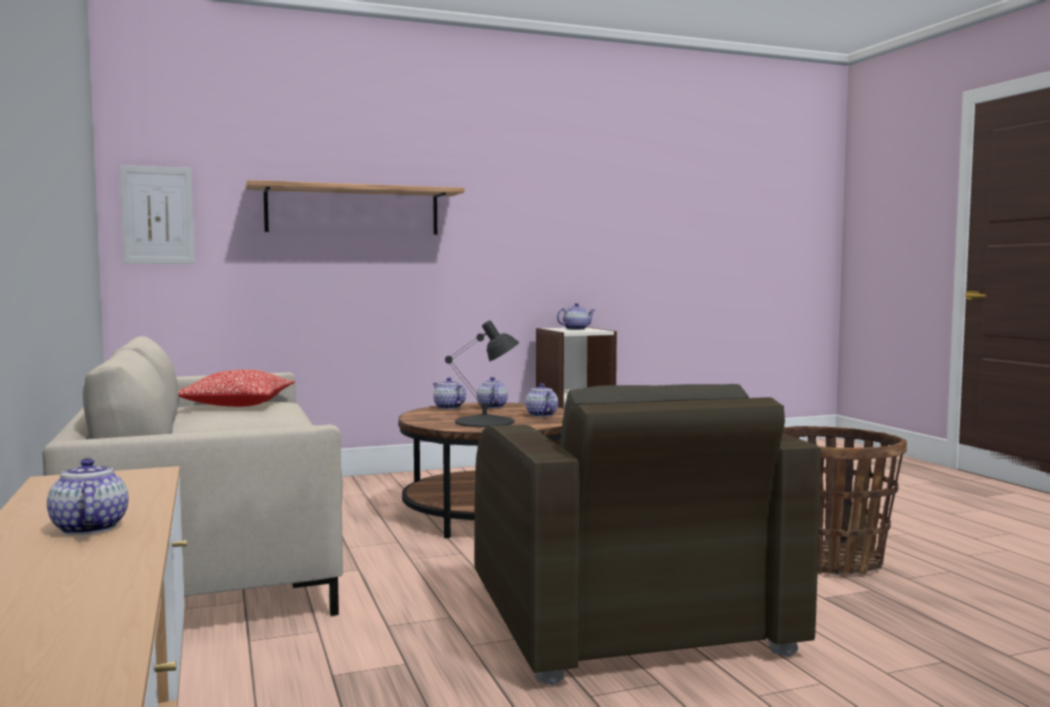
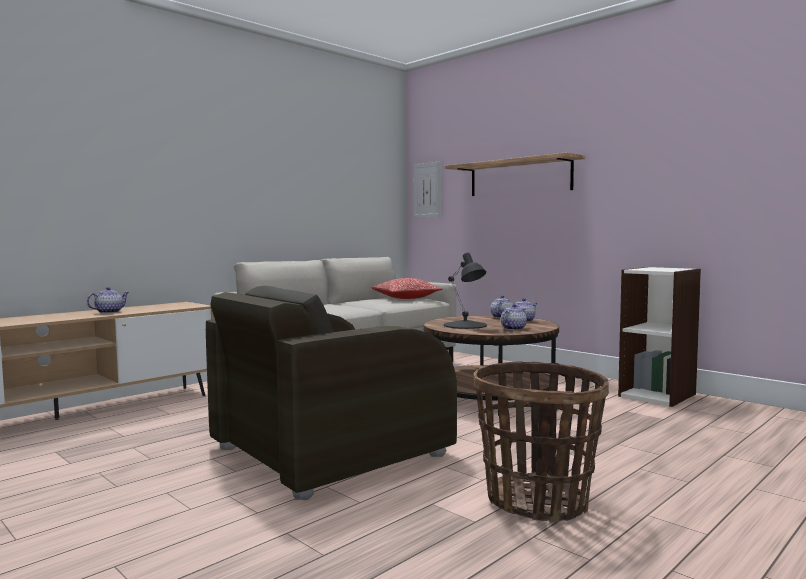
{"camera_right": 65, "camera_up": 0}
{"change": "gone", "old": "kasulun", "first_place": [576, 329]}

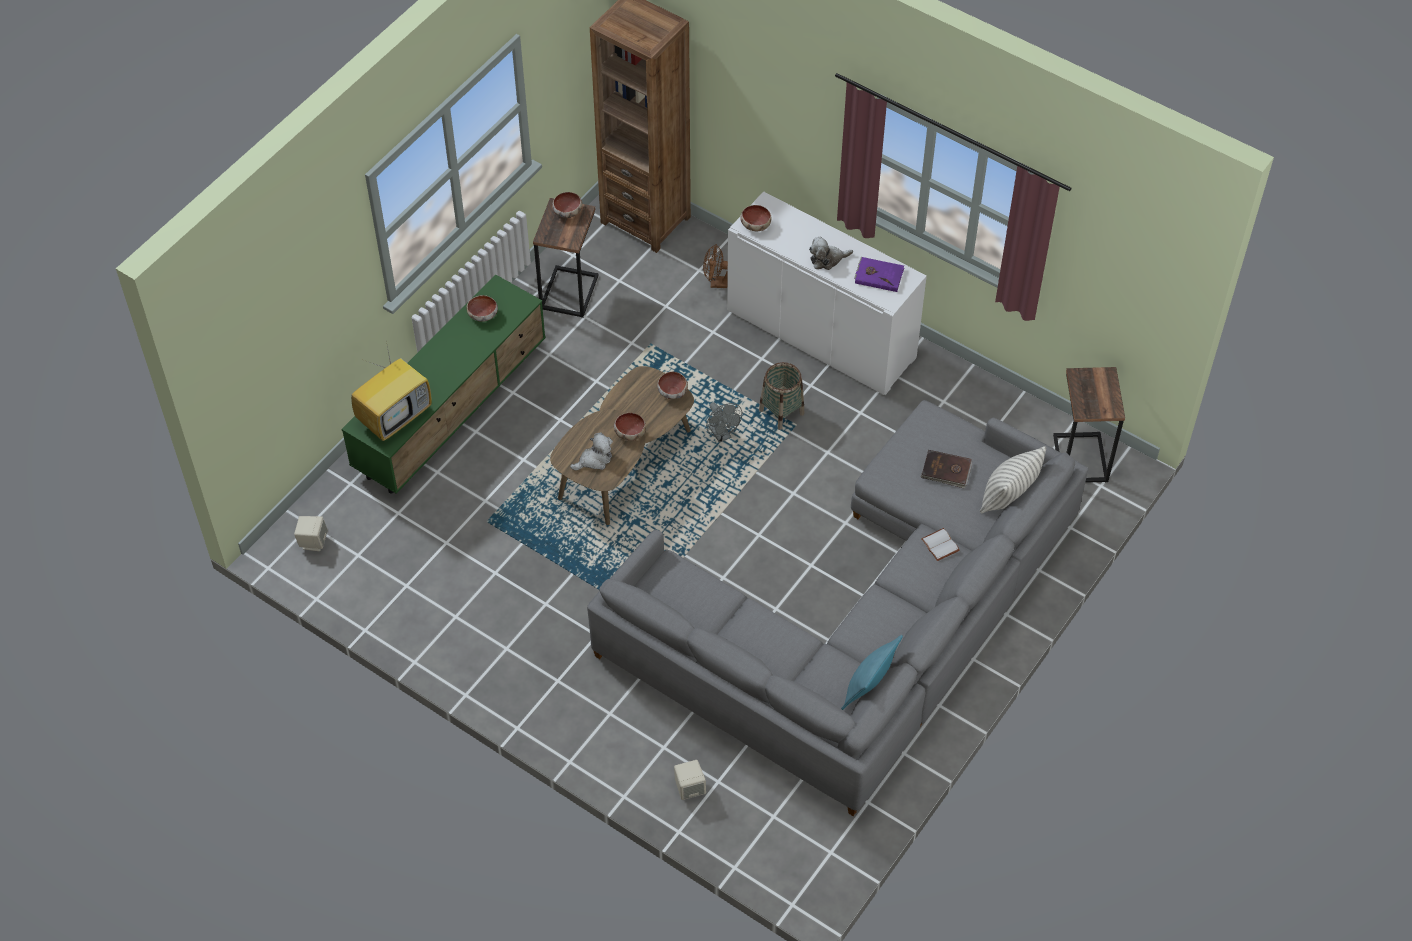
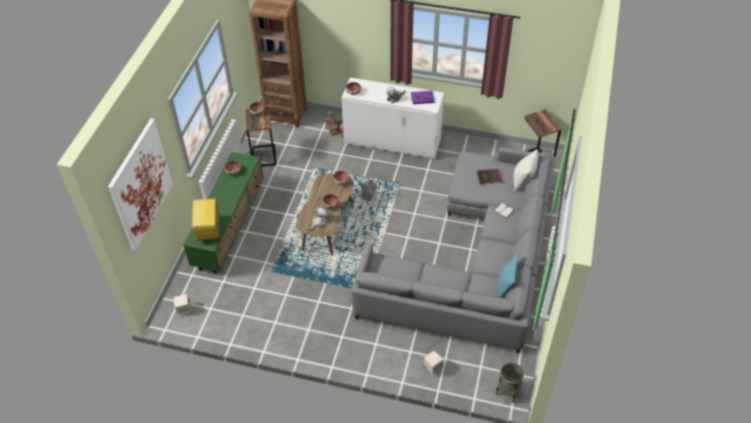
{"camera_right": -20, "camera_up": -5}
{"change": "new", "new": "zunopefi", "second_place": [140, 184]}
{"change": "shifted", "old": "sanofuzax", "first_place": [781, 412], "second_place": [508, 390]}
{"change": "rotated", "old": "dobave", "first_place": [395, 416], "second_place": [209, 230], "degrees": 150}

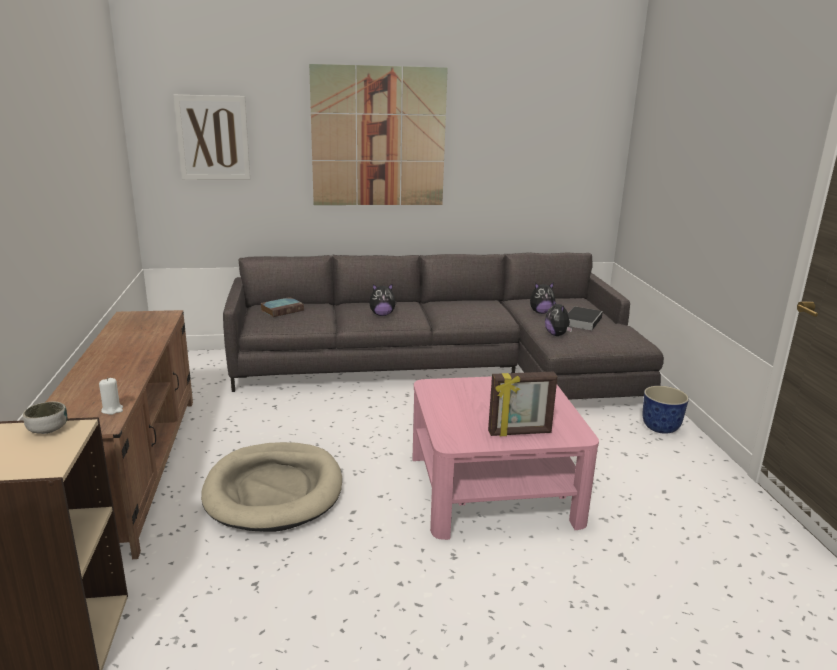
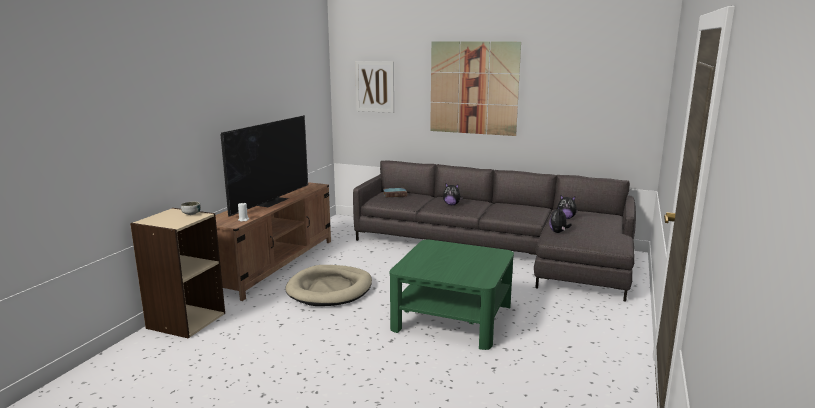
{"camera_right": 30, "camera_up": -5}
{"change": "gone", "old": "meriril", "first_place": [519, 433]}
{"change": "gone", "old": "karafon", "first_place": [582, 321]}
{"change": "gone", "old": "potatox", "first_place": [661, 428]}
{"change": "new", "new": "dobave", "second_place": [271, 201]}
{"change": "repainted", "old": "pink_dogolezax", "new": "green_dogolezax", "first_place": [494, 487], "second_place": [453, 317]}

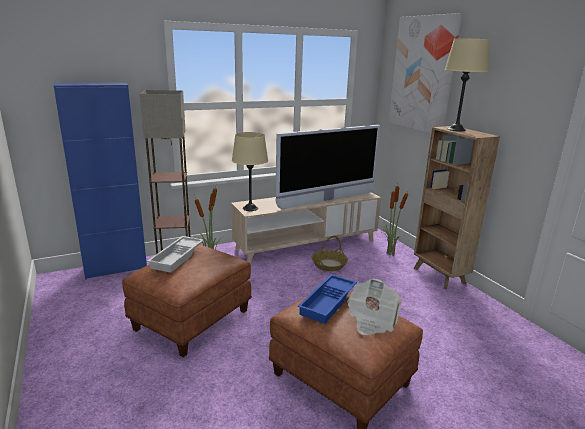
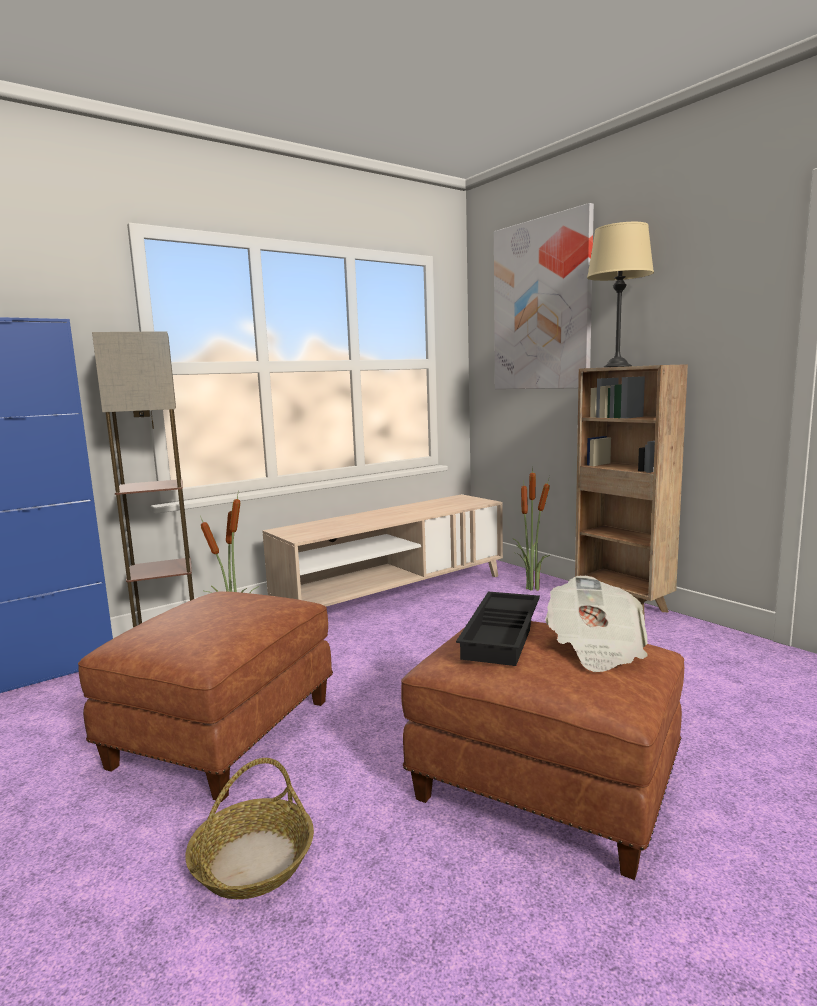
{"camera_right": -10, "camera_up": -10}
{"change": "gone", "old": "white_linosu", "first_place": [178, 257]}
{"change": "gone", "old": "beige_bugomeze", "first_place": [250, 208]}
{"change": "gone", "old": "dobave", "first_place": [327, 200]}
{"change": "shifted", "old": "sanofuzax", "first_place": [329, 264], "second_place": [253, 861]}
{"change": "repainted", "old": "blue_linosu", "new": "black_linosu", "first_place": [328, 302], "second_place": [503, 635]}

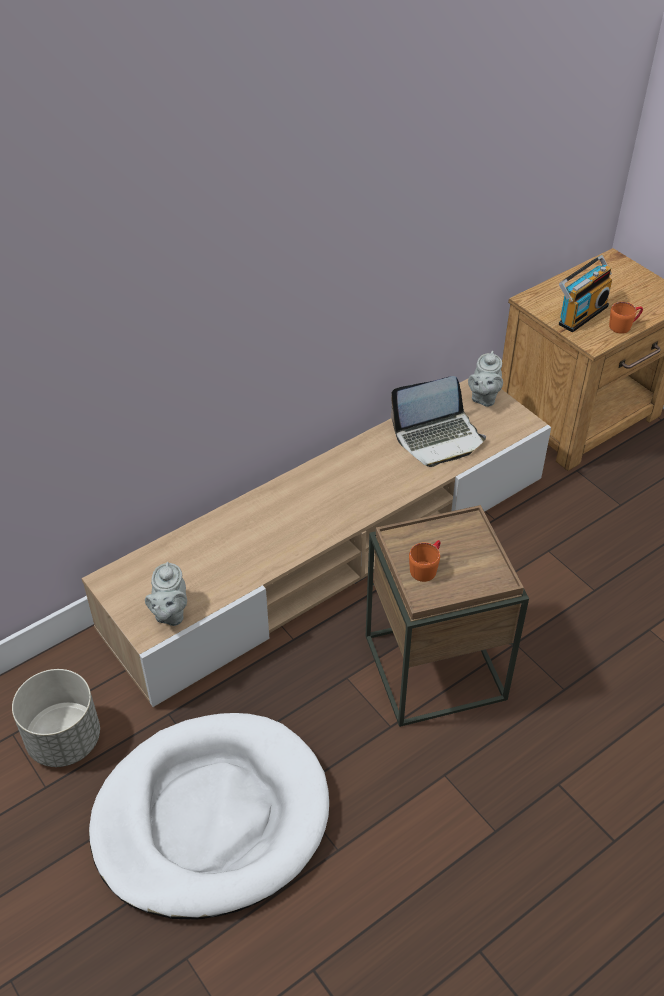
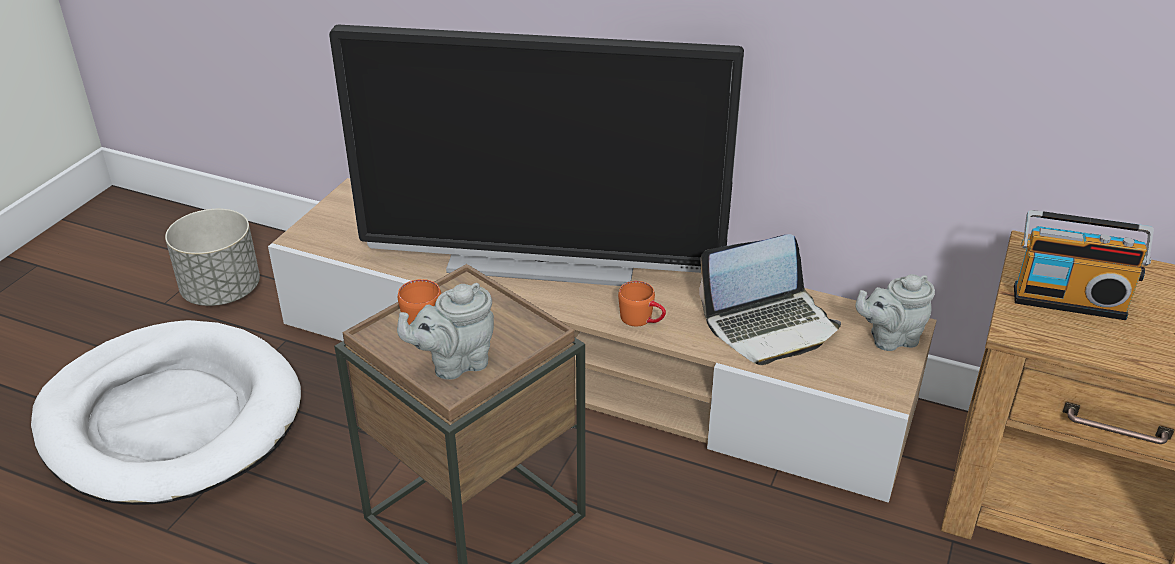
{"camera_right": 60, "camera_up": -10}
{"change": "new", "new": "dobave", "second_place": [542, 262]}
{"change": "shifted", "old": "grey_kasulun", "first_place": [170, 614], "second_place": [455, 363]}
{"change": "shifted", "old": "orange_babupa", "first_place": [624, 325], "second_place": [642, 320]}
{"change": "rotated", "old": "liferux", "first_place": [438, 438], "second_place": [770, 326], "degrees": -60}

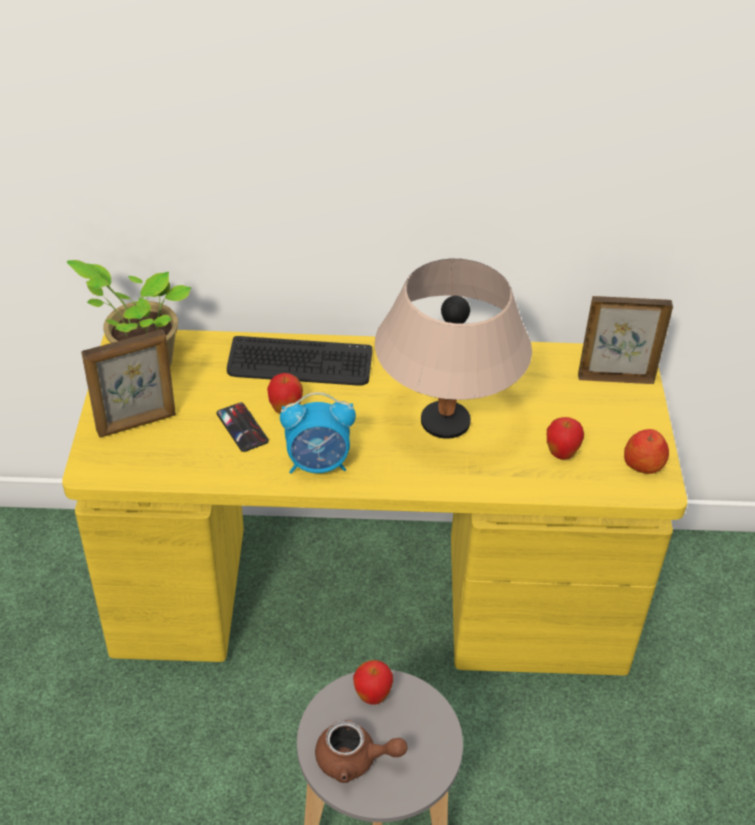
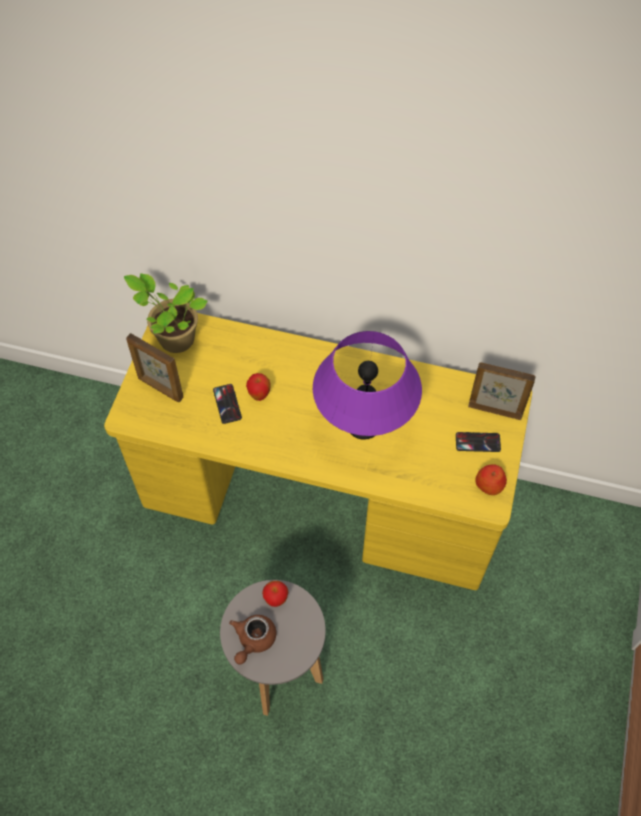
{"camera_right": 15, "camera_up": 15}
{"change": "gone", "old": "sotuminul", "first_place": [300, 363]}
{"change": "gone", "old": "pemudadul", "first_place": [318, 464]}
{"change": "gone", "old": "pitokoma", "first_place": [561, 454]}
{"change": "new", "new": "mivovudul", "second_place": [478, 442]}
{"change": "repainted", "old": "beige_bugomeze", "new": "purple_bugomeze", "first_place": [445, 422], "second_place": [363, 425]}
{"change": "rotated", "old": "meriril", "first_place": [137, 424], "second_place": [160, 388], "degrees": 45}
{"change": "rotated", "old": "brown_kasulun", "first_place": [354, 760], "second_place": [253, 640], "degrees": 90}

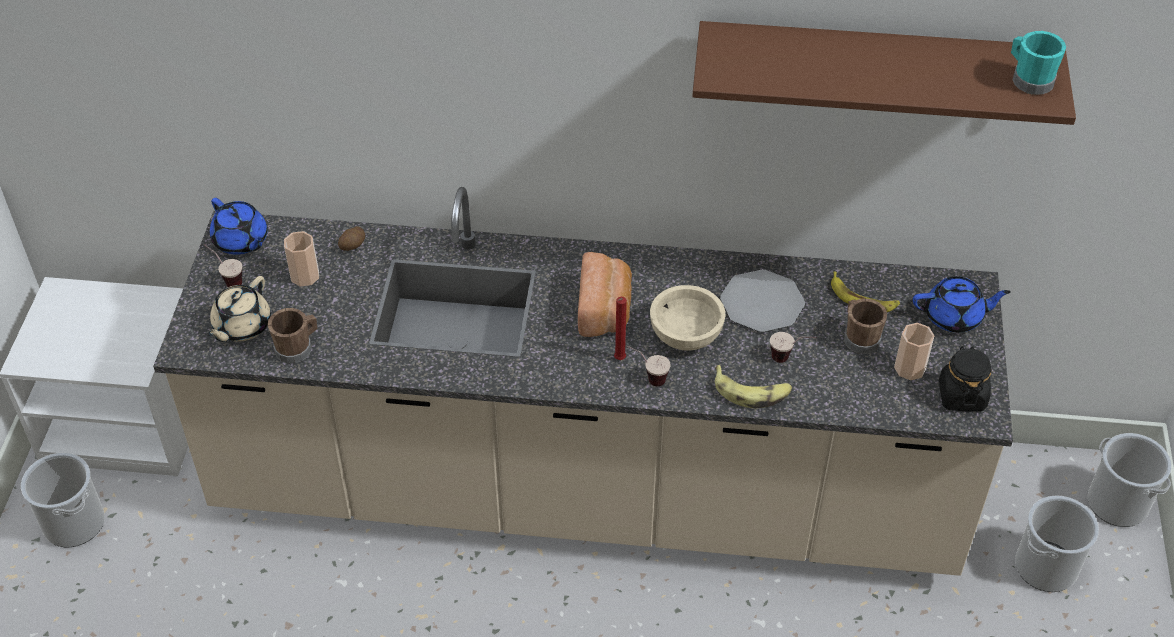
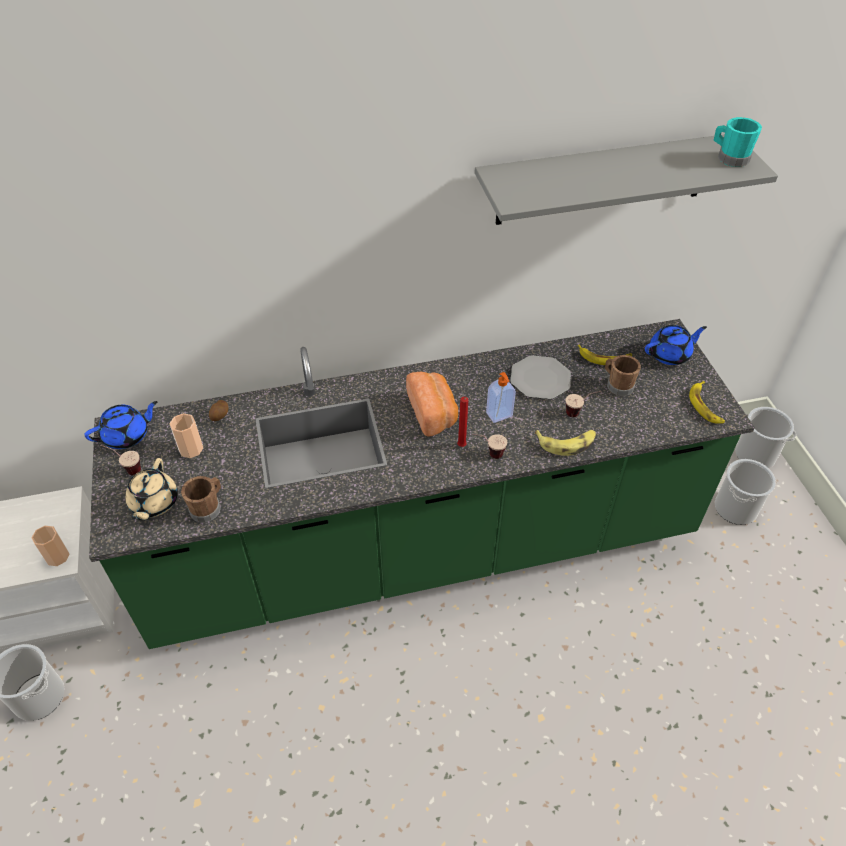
{"camera_right": -20, "camera_up": 0}
{"change": "shifted", "old": "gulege", "first_place": [909, 368], "second_place": [57, 556]}
{"change": "swapped", "old": "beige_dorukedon", "new": "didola", "first_place": [686, 334], "second_place": [499, 415]}
{"change": "swapped", "old": "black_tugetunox", "new": "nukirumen", "first_place": [961, 395], "second_place": [705, 406]}
{"change": "repainted", "old": "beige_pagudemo", "new": "green_pagudemo", "first_place": [587, 488], "second_place": [423, 547]}
{"change": "repainted", "old": "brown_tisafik", "new": "grey_tisafik", "first_place": [874, 68], "second_place": [603, 180]}
{"change": "rotated", "old": "blue_kasulun", "first_place": [241, 241], "second_place": [127, 435], "degrees": -60}

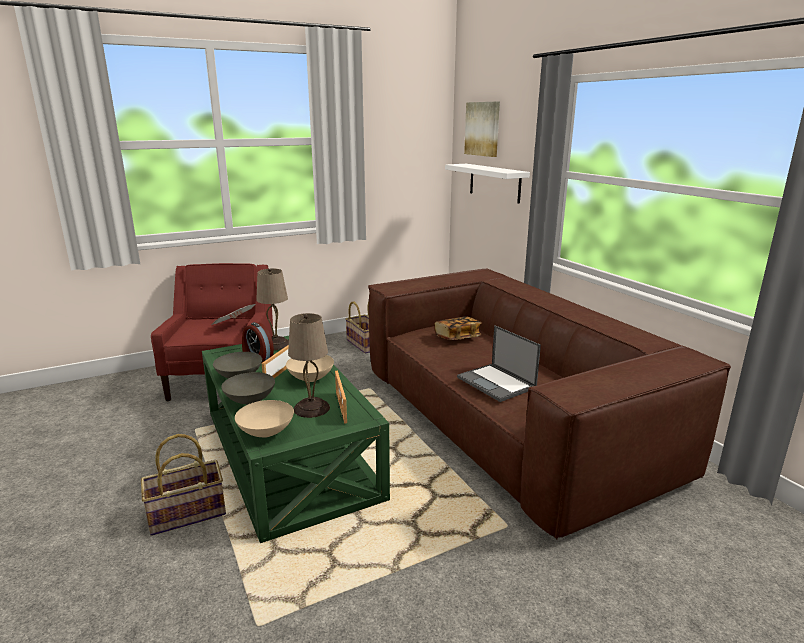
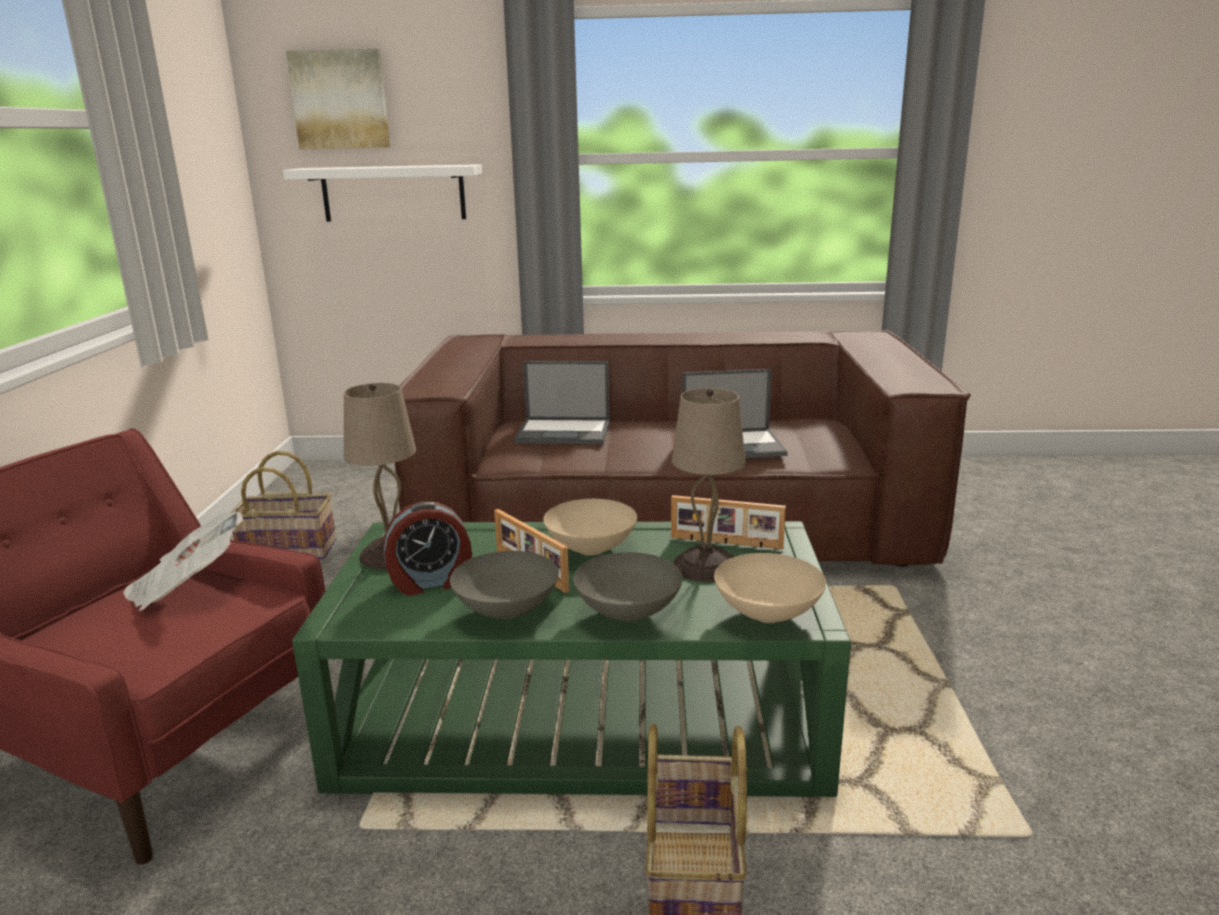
{"camera_right": -60, "camera_up": 0}
{"change": "swapped", "old": "karafon", "new": "liferux", "first_place": [457, 337], "second_place": [565, 432]}

